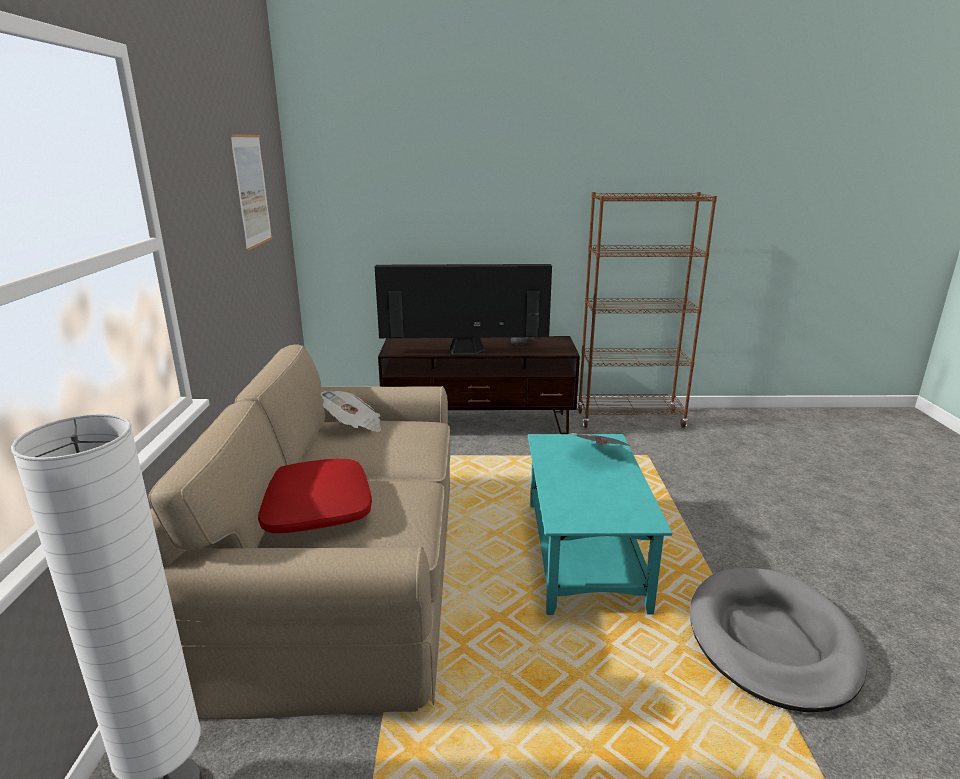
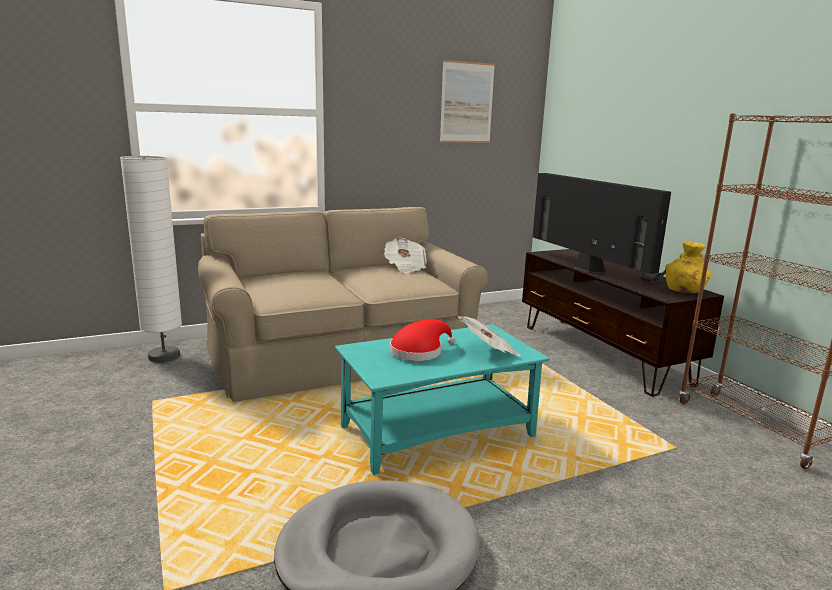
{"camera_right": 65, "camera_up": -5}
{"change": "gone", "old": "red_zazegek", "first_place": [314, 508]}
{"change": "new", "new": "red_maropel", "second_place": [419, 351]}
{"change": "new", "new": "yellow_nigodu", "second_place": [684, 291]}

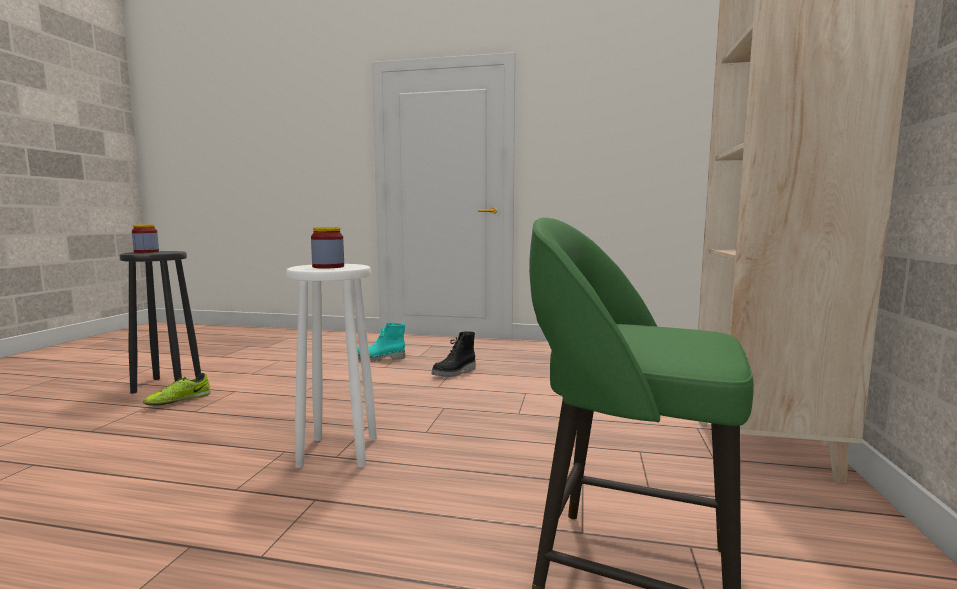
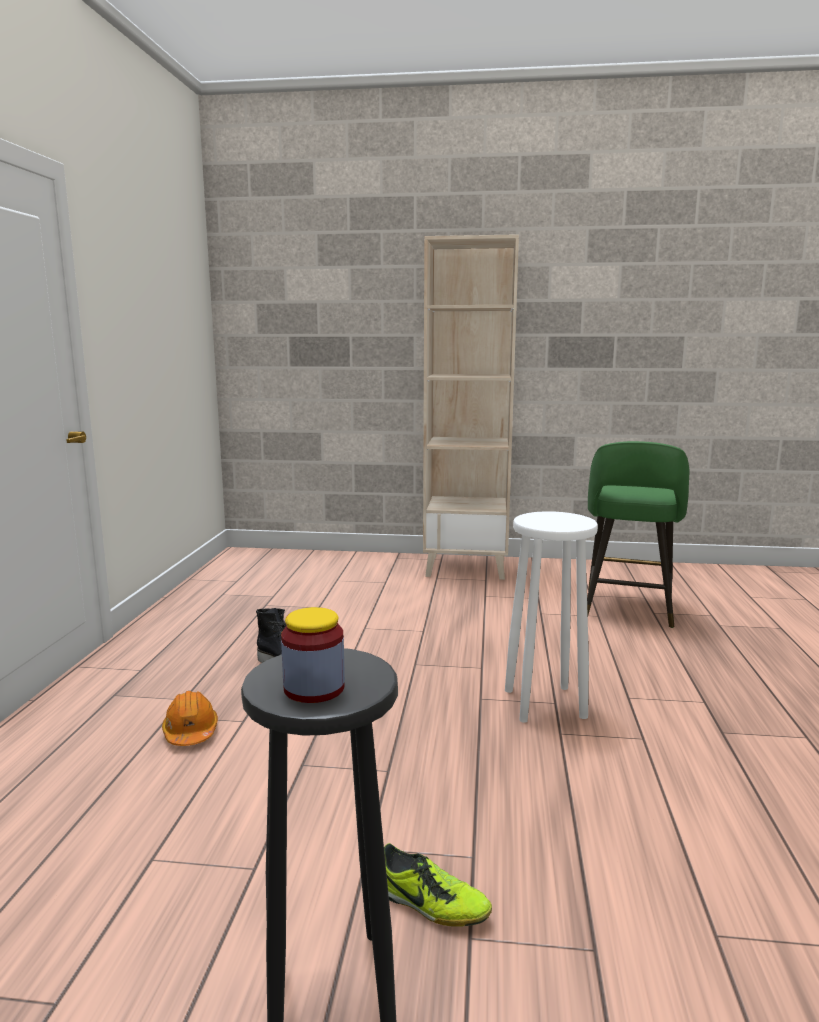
{"camera_right": -95, "camera_up": 5}
{"change": "gone", "old": "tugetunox", "first_place": [328, 267]}
{"change": "swapped", "old": "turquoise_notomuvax", "new": "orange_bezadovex", "first_place": [380, 359], "second_place": [190, 732]}

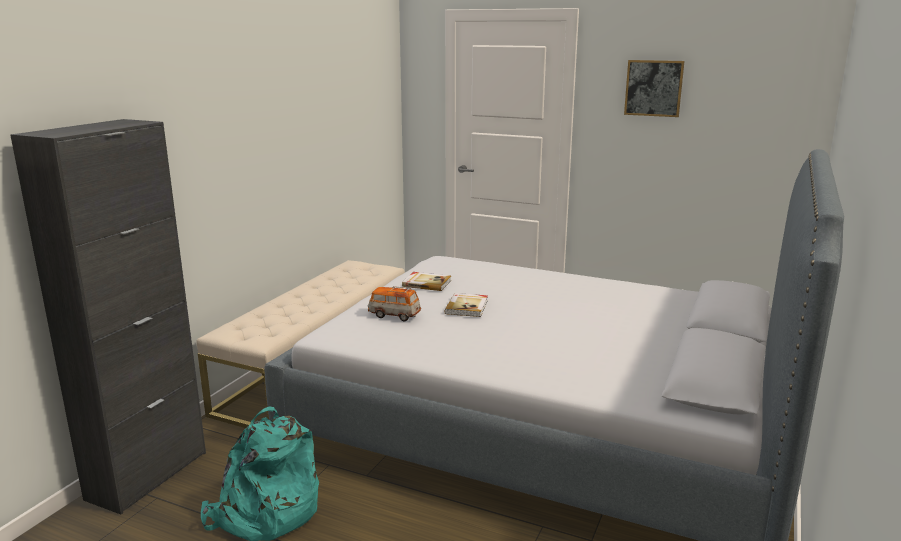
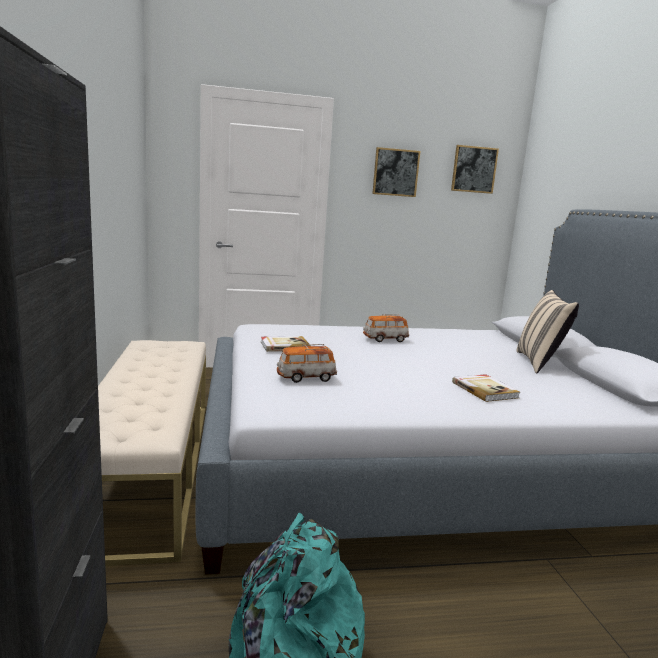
{"camera_right": -35, "camera_up": -5}
{"change": "new", "new": "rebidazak", "second_place": [385, 339]}
{"change": "new", "new": "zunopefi", "second_place": [474, 169]}
{"change": "new", "new": "beige_zazegek", "second_place": [540, 363]}
{"change": "shifted", "old": "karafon", "first_place": [467, 307], "second_place": [485, 390]}

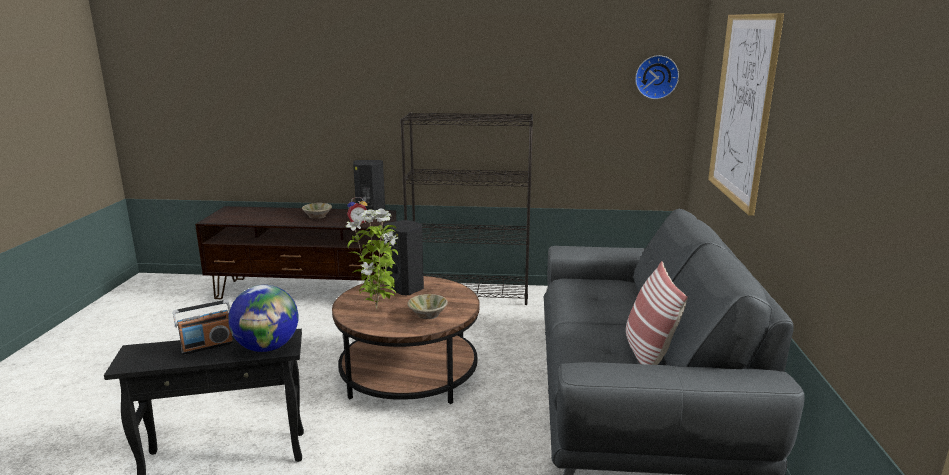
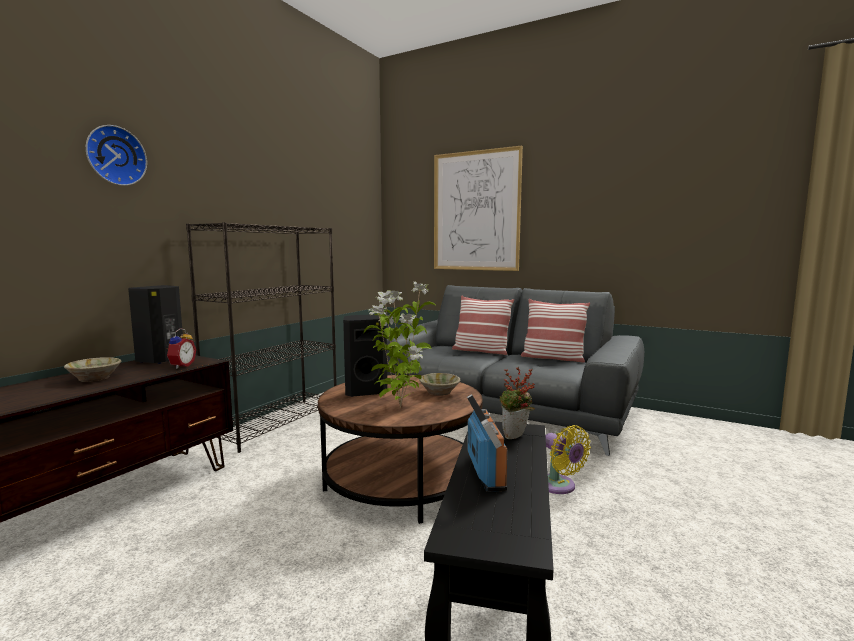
{"camera_right": -65, "camera_up": -10}
{"change": "new", "new": "zazegek", "second_place": [481, 351]}
{"change": "new", "new": "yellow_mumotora", "second_place": [559, 486]}
{"change": "shifted", "old": "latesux", "first_place": [656, 77], "second_place": [115, 156]}
{"change": "swapped", "old": "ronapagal", "new": "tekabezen", "first_place": [267, 347], "second_place": [516, 437]}

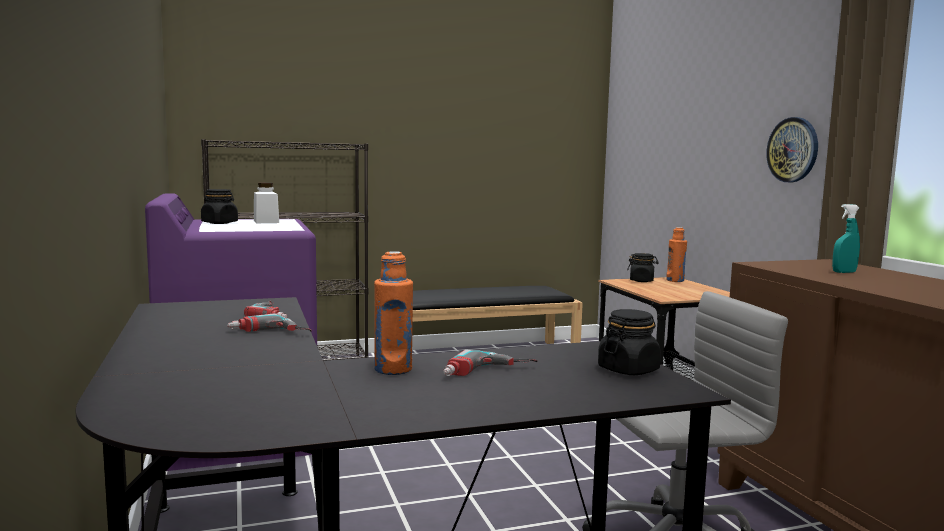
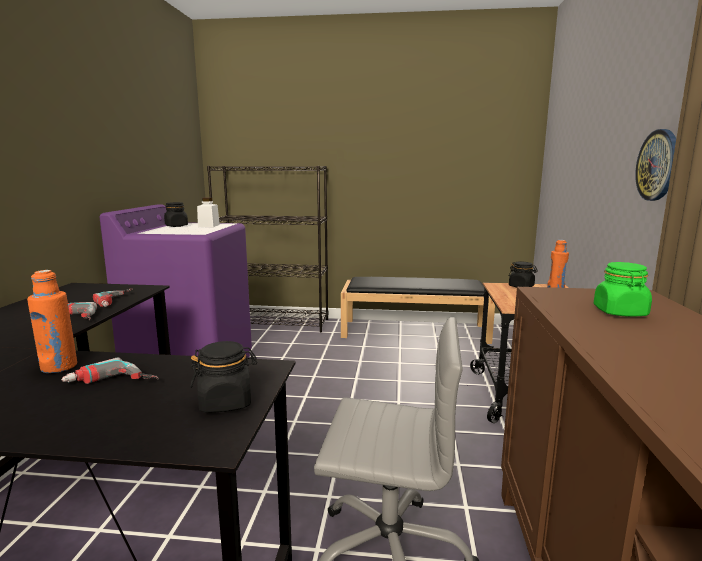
{"camera_right": 25, "camera_up": 5}
{"change": "swapped", "old": "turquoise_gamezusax", "new": "green_tugetunox", "first_place": [844, 272], "second_place": [620, 312]}

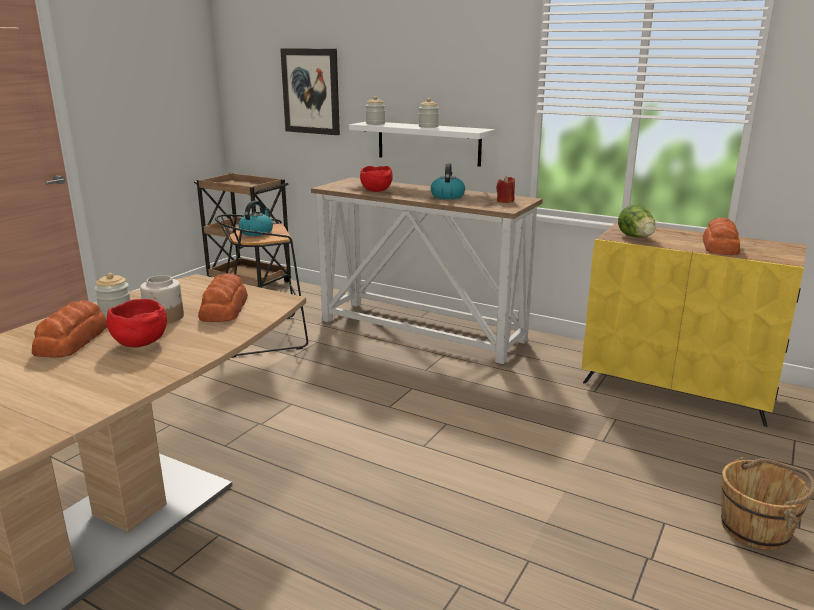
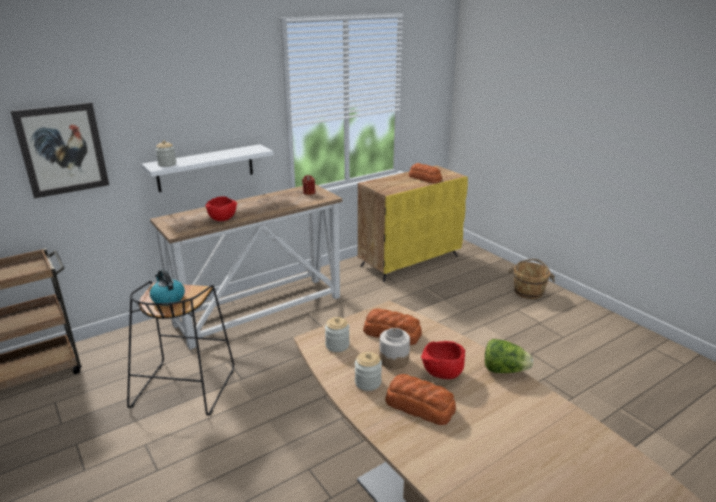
{"camera_right": -65, "camera_up": 5}
{"change": "gone", "old": "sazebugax", "first_place": [447, 196]}
{"change": "shifted", "old": "tugetunox", "first_place": [428, 126], "second_place": [337, 345]}
{"change": "shifted", "old": "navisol", "first_place": [636, 237], "second_place": [504, 370]}

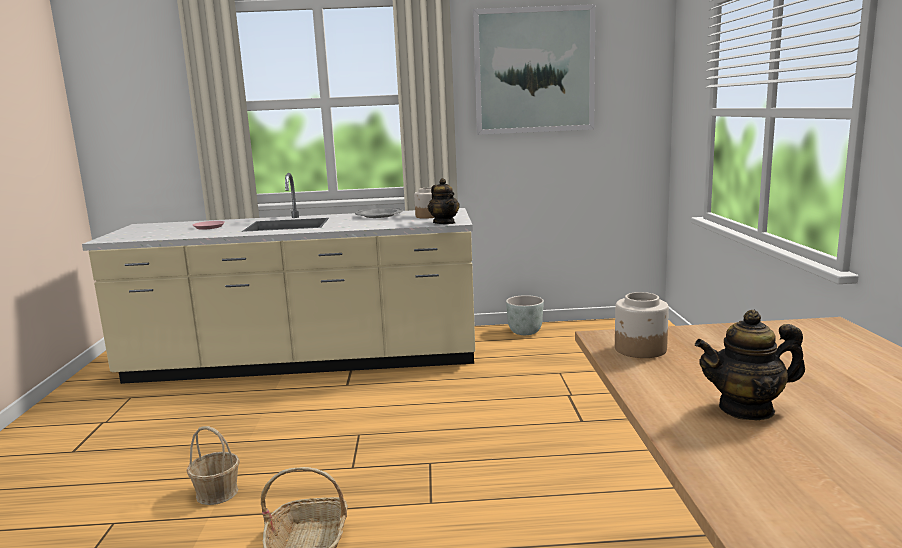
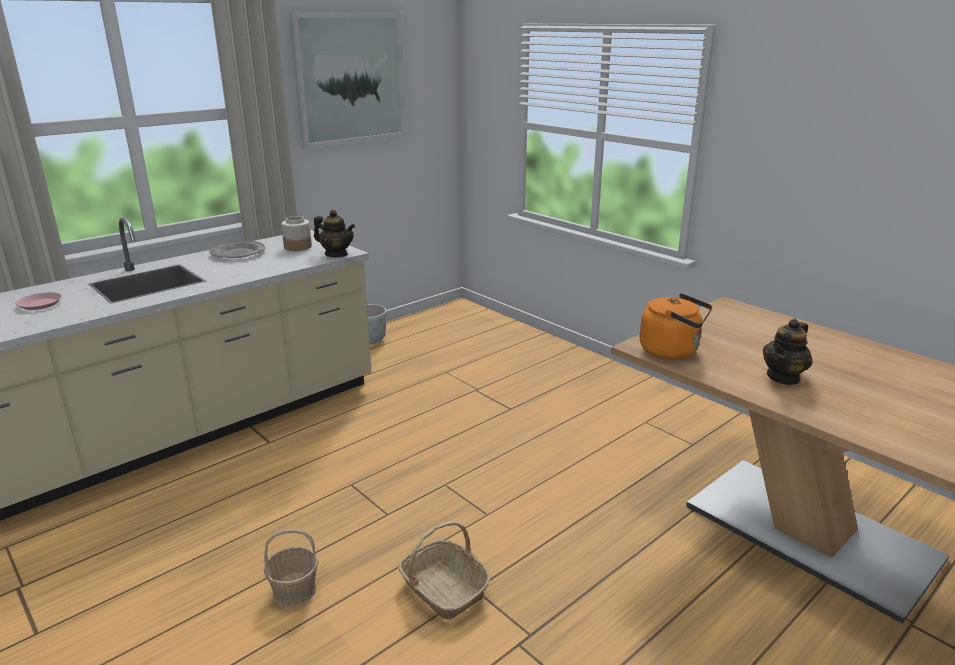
{"camera_right": -40, "camera_up": 10}
{"change": "swapped", "old": "tugetunox", "new": "orange_sazebugax", "first_place": [640, 349], "second_place": [672, 351]}

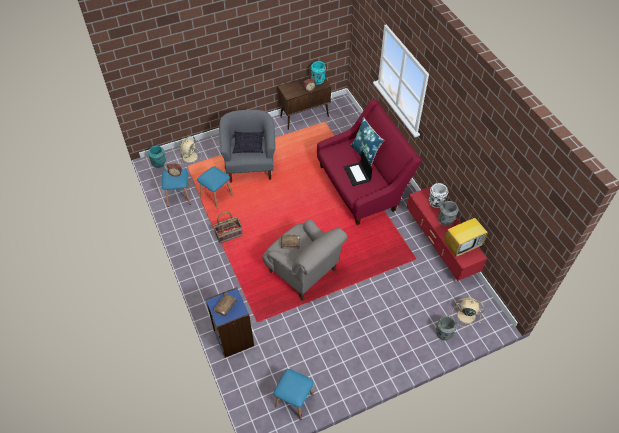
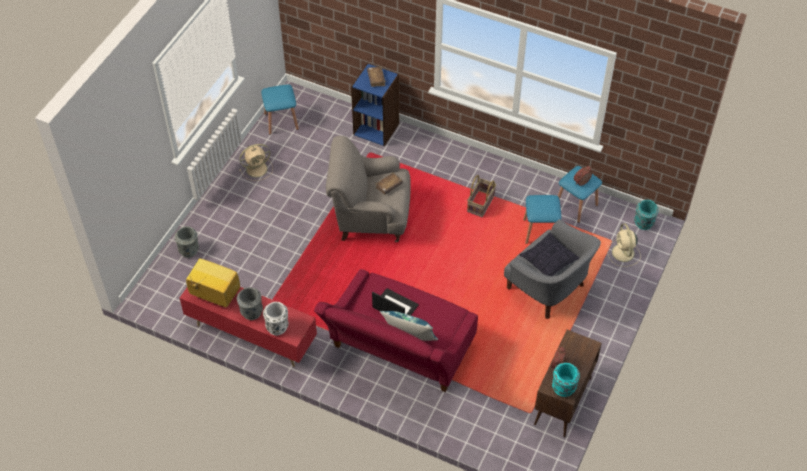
{"camera_right": 140, "camera_up": 0}
{"change": "shifted", "old": "beige_mumotora", "first_place": [465, 315], "second_place": [257, 169]}
{"change": "rotated", "old": "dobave", "first_place": [462, 245], "second_place": [214, 295], "degrees": 90}

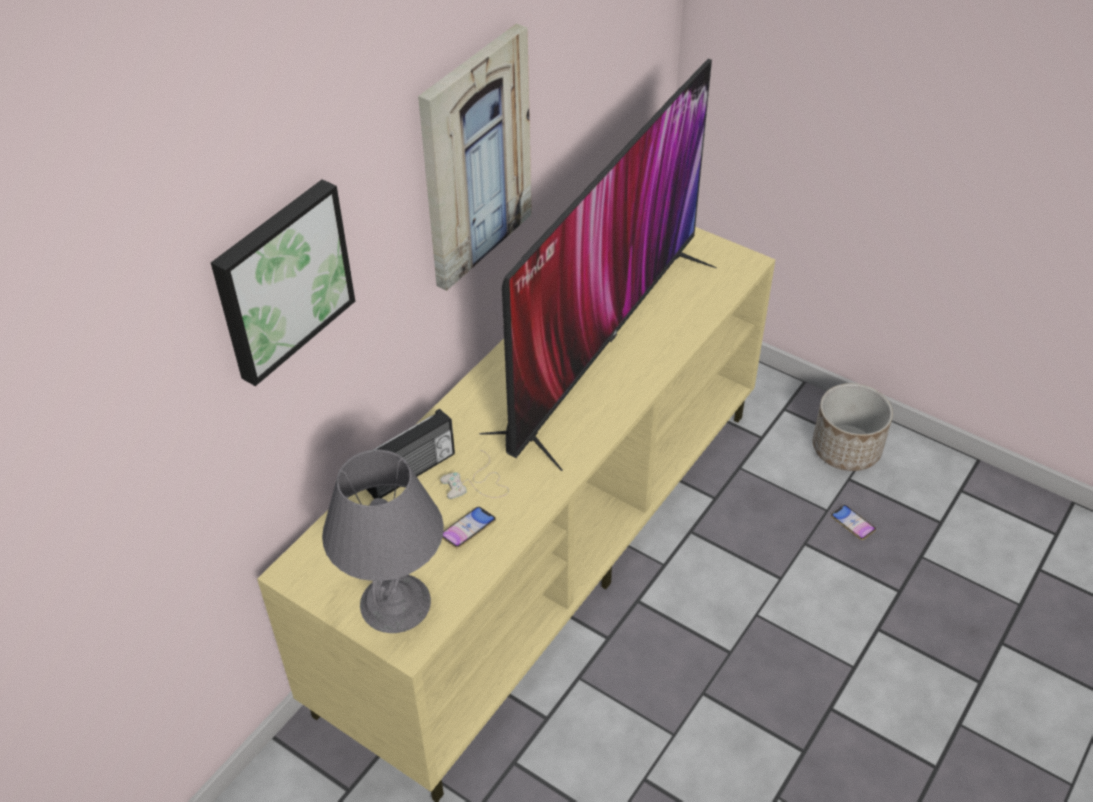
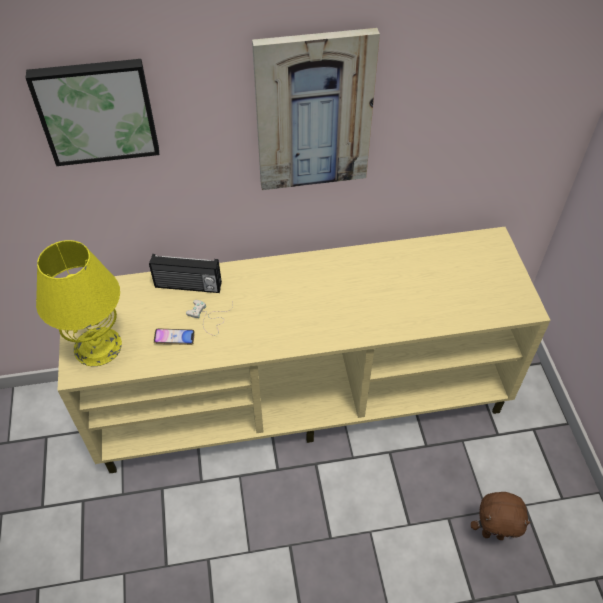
{"camera_right": 45, "camera_up": 5}
{"change": "gone", "old": "dobave", "first_place": [603, 344]}
{"change": "gone", "old": "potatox", "first_place": [845, 448]}
{"change": "swapped", "old": "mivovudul", "new": "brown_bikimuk", "first_place": [852, 524], "second_place": [493, 534]}
{"change": "repainted", "old": "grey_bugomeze", "new": "yellow_bugomeze", "first_place": [394, 602], "second_place": [98, 345]}

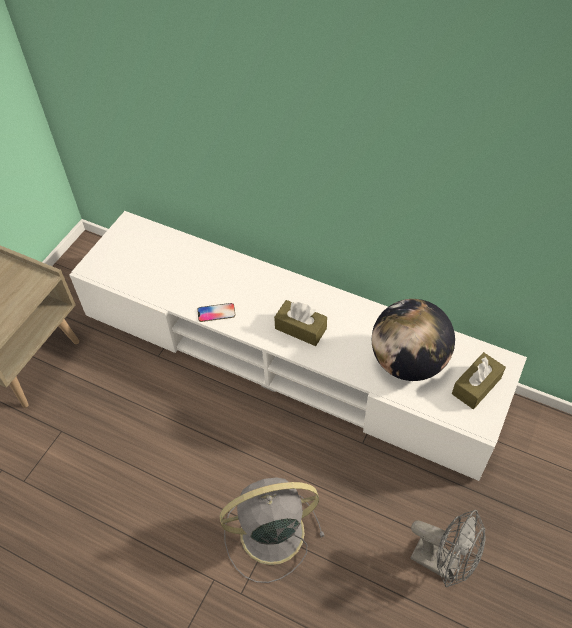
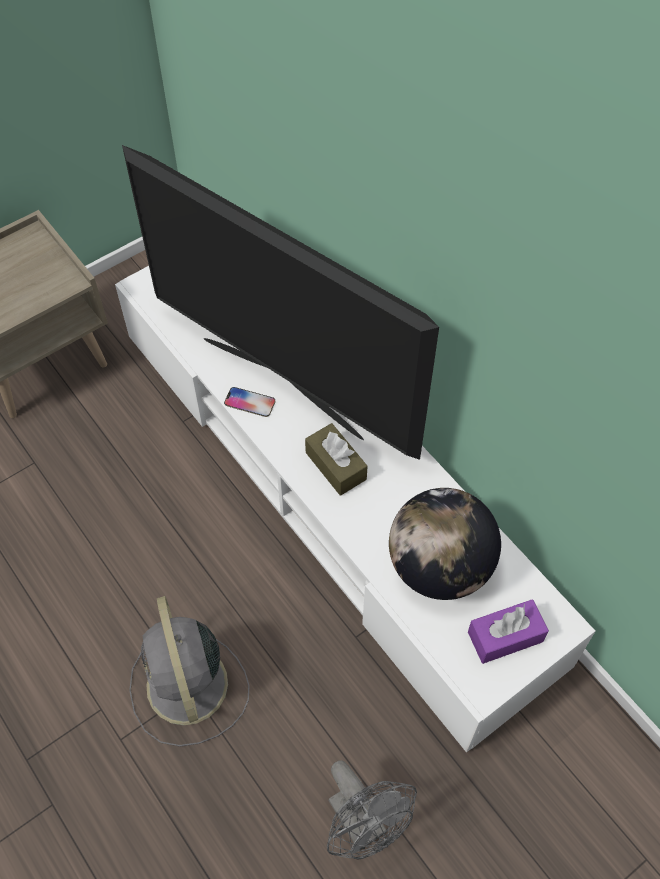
{"camera_right": 25, "camera_up": 5}
{"change": "new", "new": "dobave", "second_place": [283, 385]}
{"change": "repainted", "old": "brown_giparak", "new": "purple_giparak", "first_place": [476, 386], "second_place": [505, 636]}
{"change": "rotated", "old": "grey_mumotora", "first_place": [269, 533], "second_place": [188, 688], "degrees": -120}

